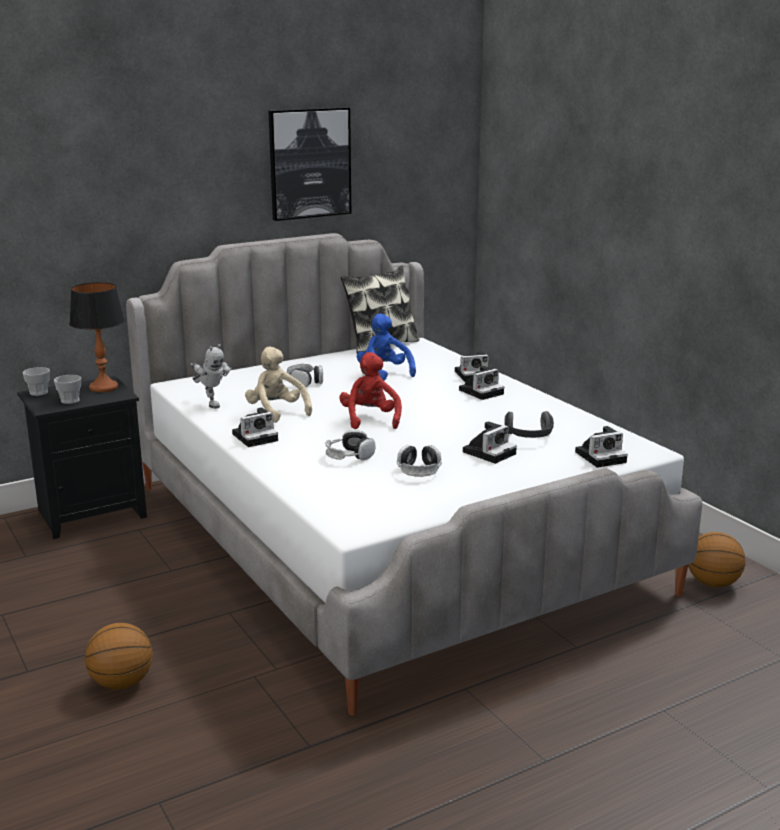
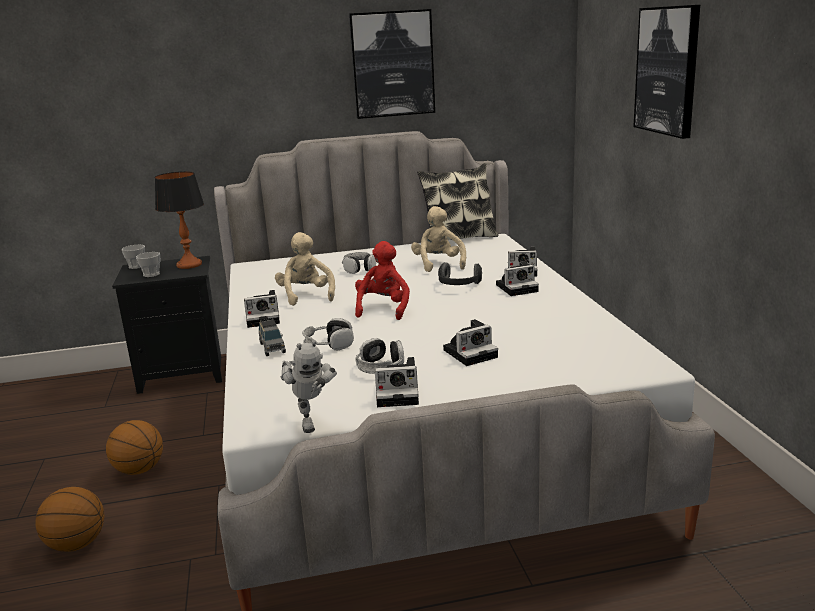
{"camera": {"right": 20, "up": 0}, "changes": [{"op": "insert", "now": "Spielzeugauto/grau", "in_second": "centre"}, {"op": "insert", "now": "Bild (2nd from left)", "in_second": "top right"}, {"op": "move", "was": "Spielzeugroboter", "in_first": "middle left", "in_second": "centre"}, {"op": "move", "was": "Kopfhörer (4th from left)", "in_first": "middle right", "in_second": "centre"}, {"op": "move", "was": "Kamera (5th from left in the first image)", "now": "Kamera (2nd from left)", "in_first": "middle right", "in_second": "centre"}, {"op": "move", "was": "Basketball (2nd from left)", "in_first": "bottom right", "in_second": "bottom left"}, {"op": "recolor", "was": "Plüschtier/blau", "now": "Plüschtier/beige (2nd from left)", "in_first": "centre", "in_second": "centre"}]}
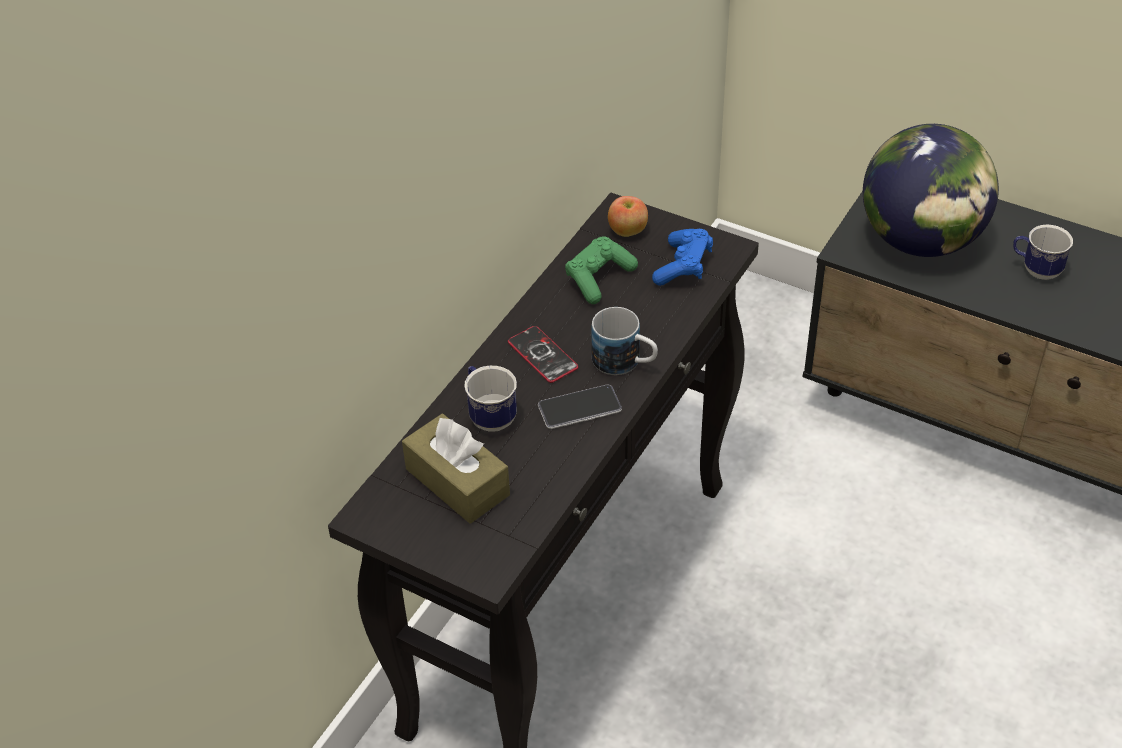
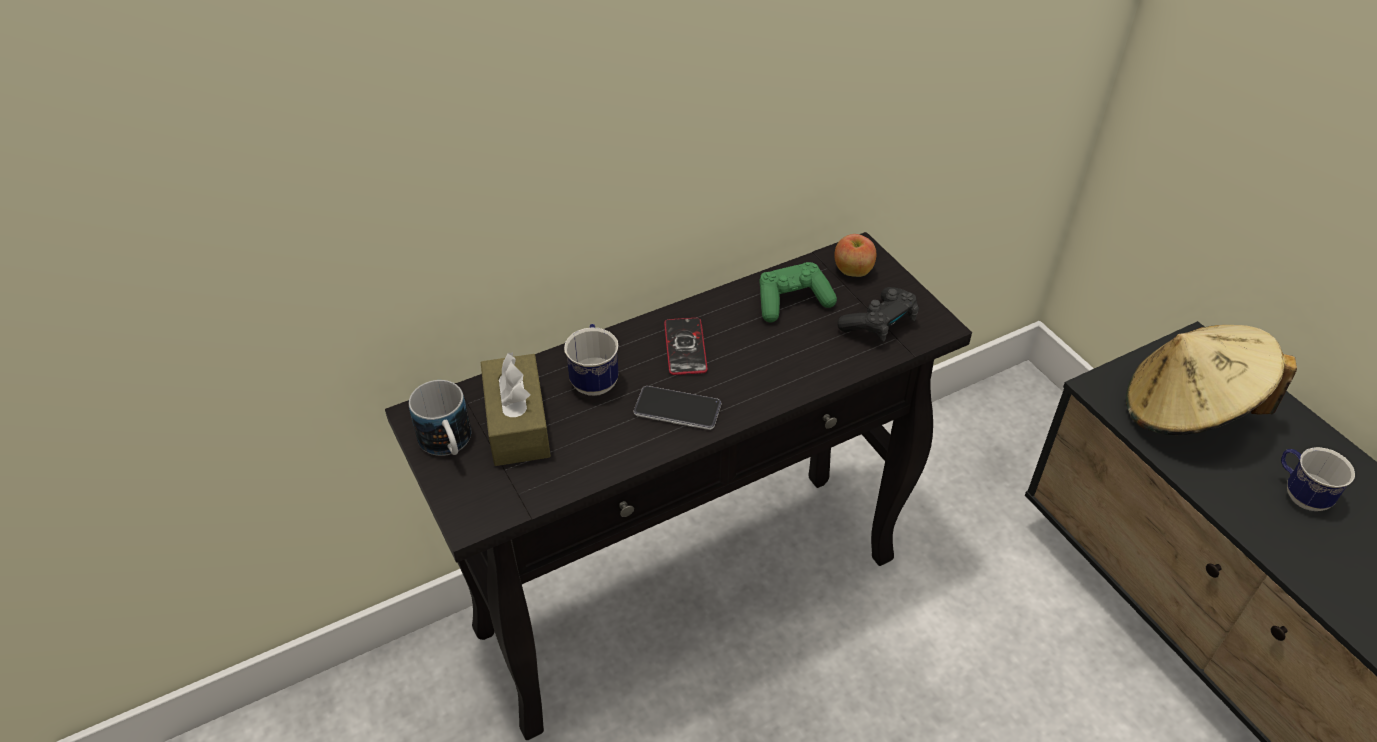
{"camera": {"right": 30, "up": 0}, "changes": [{"op": "move", "was": "Henkelbecher (2nd from left in the first image)", "now": "Henkelbecher (1st from left)", "in_first": "centre", "in_second": "middle left"}, {"op": "replace", "was": "Globus", "now": "Hut/beige", "in_first": "top right", "in_second": "middle right"}, {"op": "recolor", "was": "Gamepad/blau", "now": "Gamepad/schwarz", "in_first": "centre", "in_second": "centre"}]}
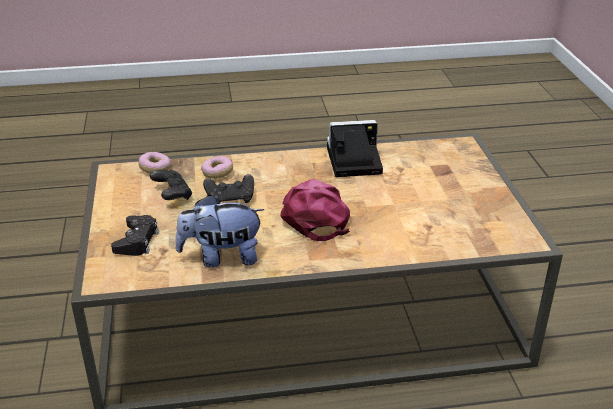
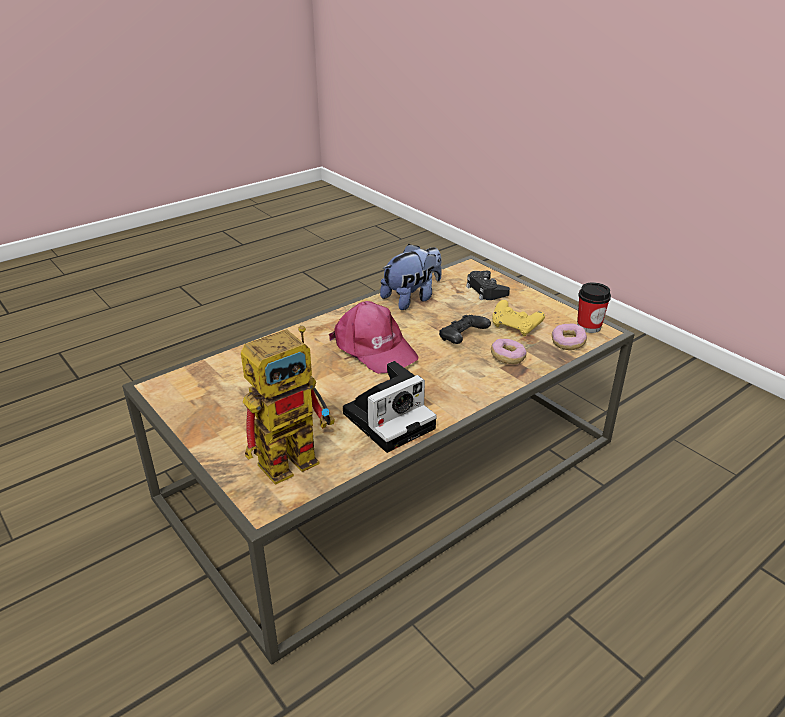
{"camera": {"right": 150, "up": 0}, "changes": [{"op": "insert", "now": "Spielzeugroboter", "in_second": "centre"}, {"op": "insert", "now": "Tasse", "in_second": "middle right"}, {"op": "recolor", "was": "Gamepad/schwarz (2nd from left)", "now": "Gamepad/gelb", "in_first": "middle left", "in_second": "centre"}]}
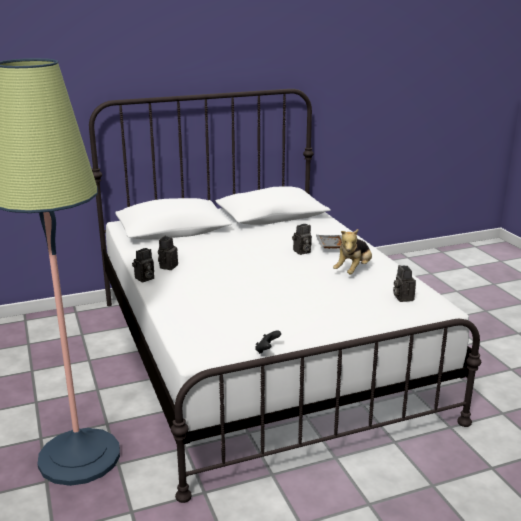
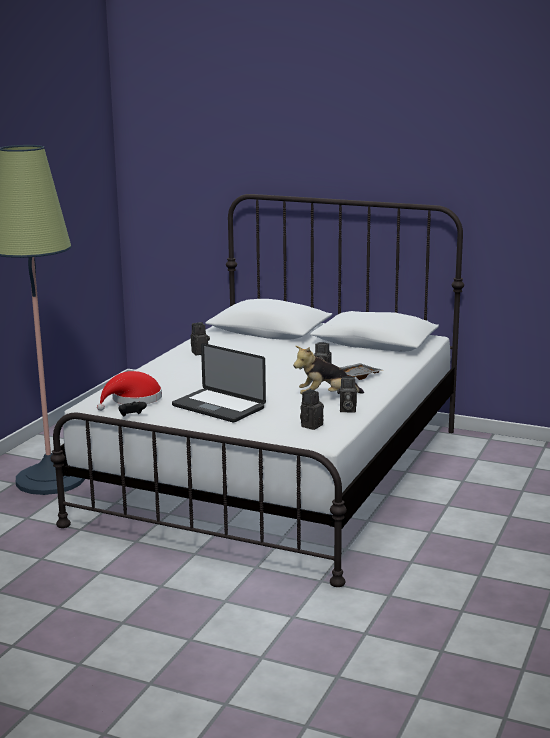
{"camera": {"right": 45, "up": -5}, "changes": [{"op": "insert", "now": "Hut/rot", "in_second": "middle left"}, {"op": "insert", "now": "Laptop", "in_second": "centre"}, {"op": "move", "was": "Kamera (1st from left in the first image)", "now": "Kamera (4th from left)", "in_first": "middle left", "in_second": "centre"}]}
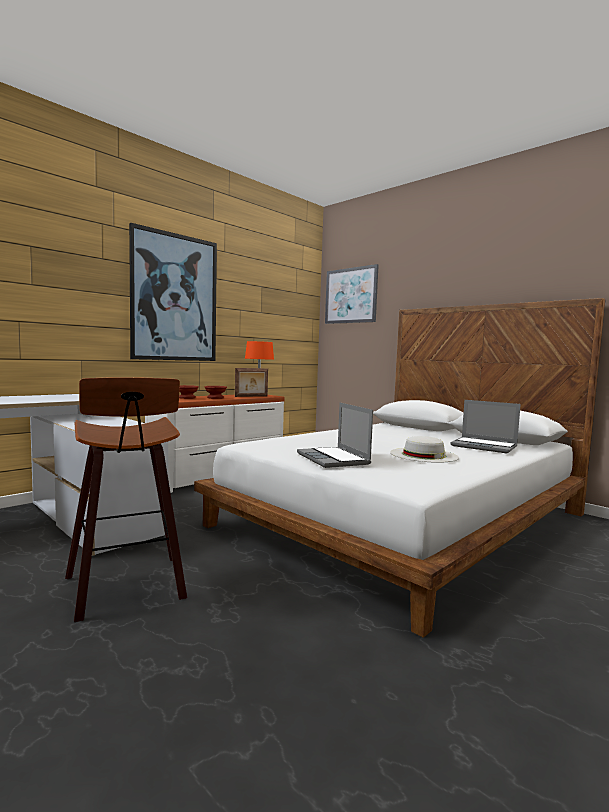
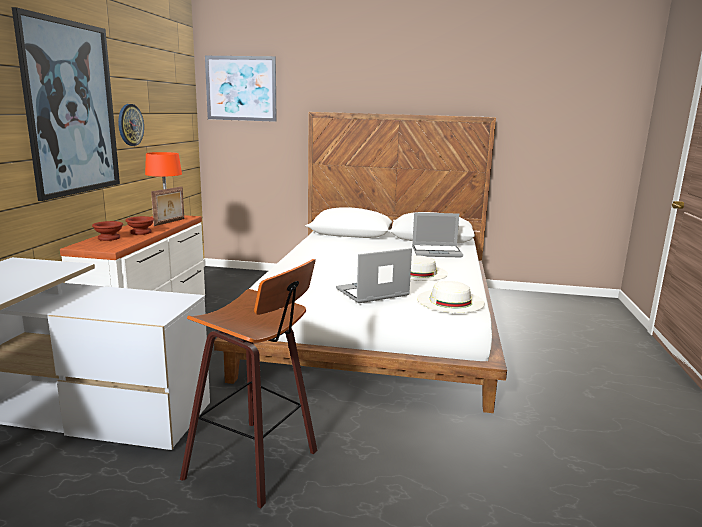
{"camera": {"right": -35, "up": 10}, "changes": [{"op": "insert", "now": "Wanduhr", "in_second": "top left"}, {"op": "insert", "now": "Hut/weiß (2nd from left)", "in_second": "centre"}, {"op": "rotate", "was": "Laptop (1st from left)", "in_first": "centre", "in_second": "centre", "clockwise": 120}]}
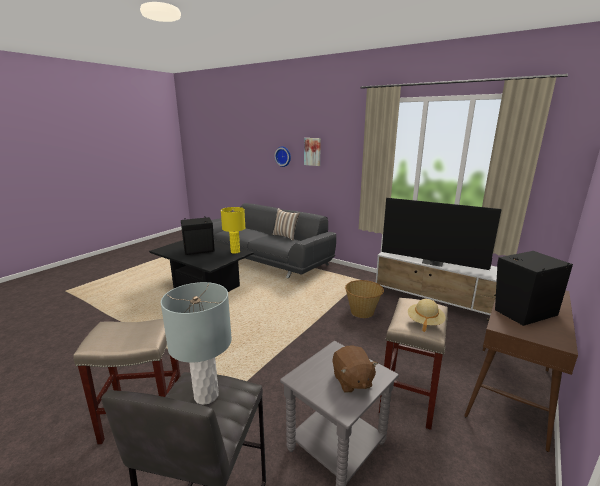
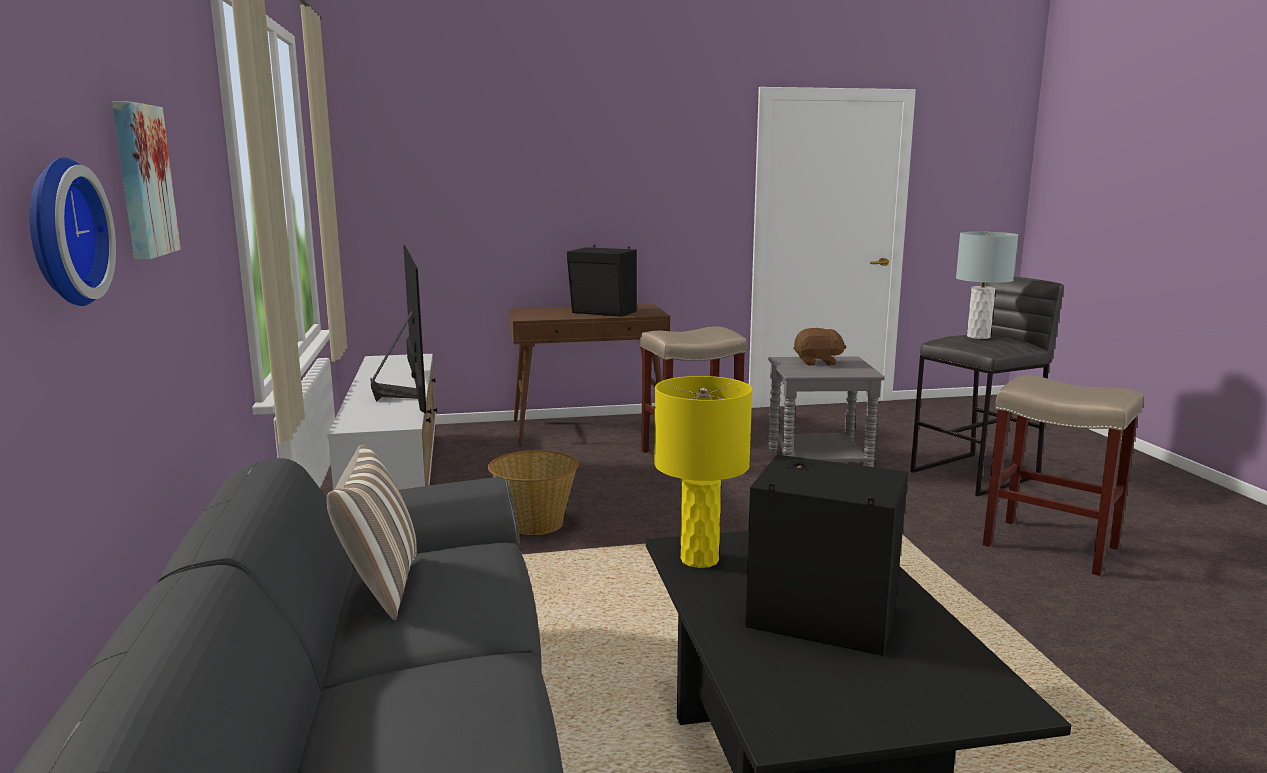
{"camera": {"right": -135, "up": -5}, "changes": [{"op": "delete", "was": "Hut/beige", "in_first": "middle right"}, {"op": "rotate", "was": "Plüschtier/braun", "in_first": "bottom centre", "in_second": "centre", "clockwise": 60}]}
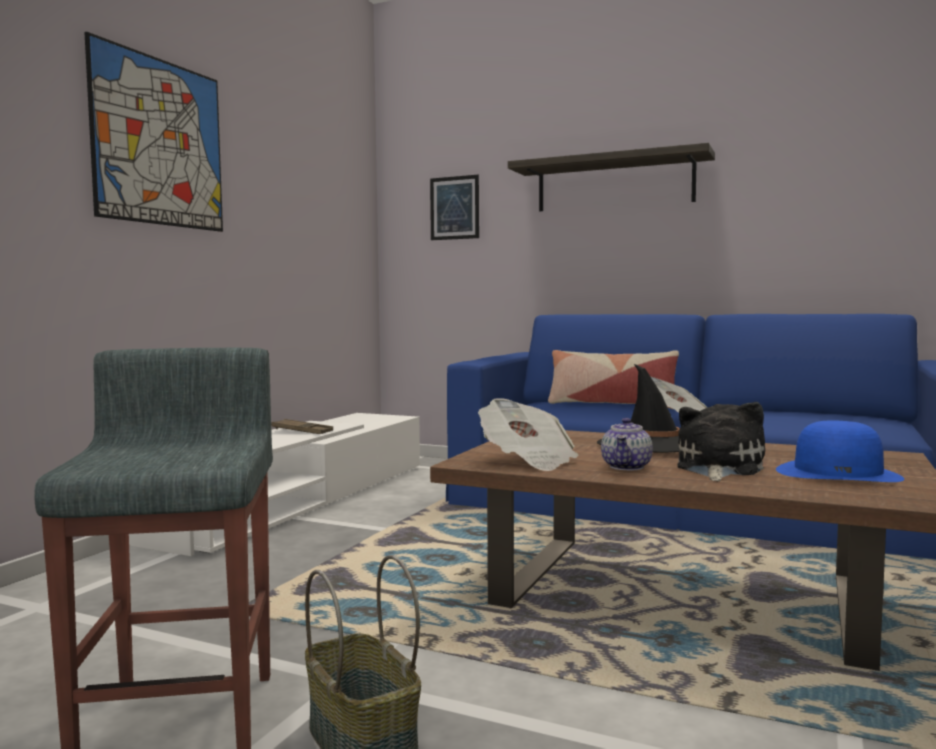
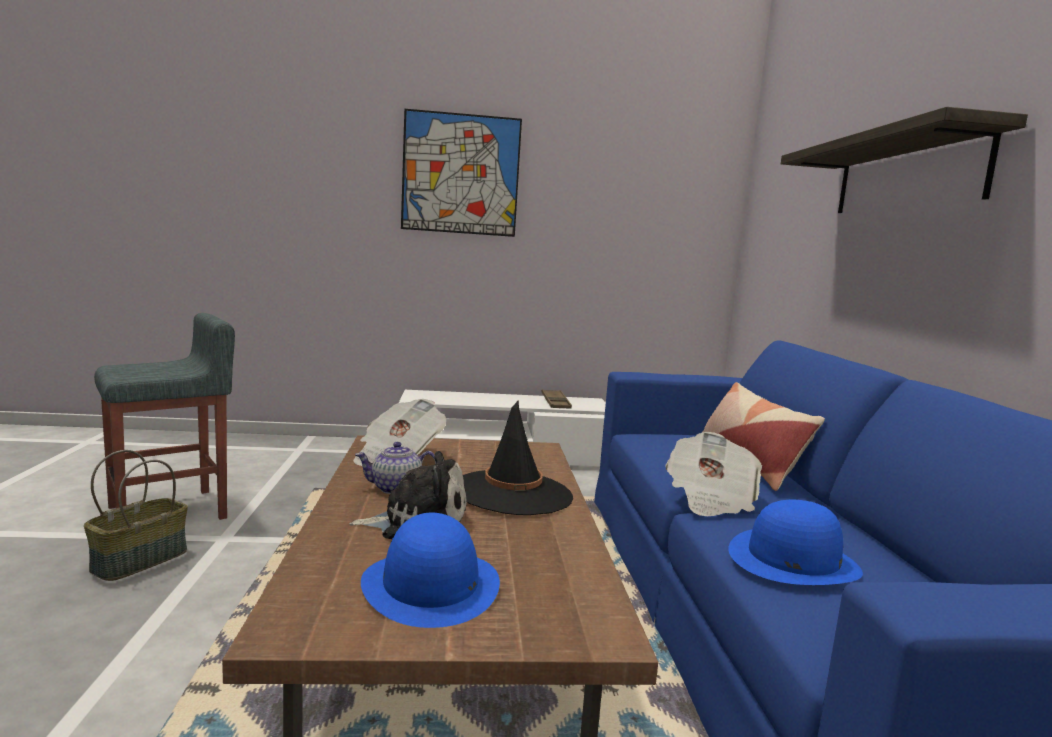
{"camera": {"right": 60, "up": 5}, "changes": [{"op": "delete", "was": "Bild (2nd from left)", "in_first": "top centre"}, {"op": "insert", "now": "Hut/blau (2nd from left)", "in_second": "bottom right"}]}
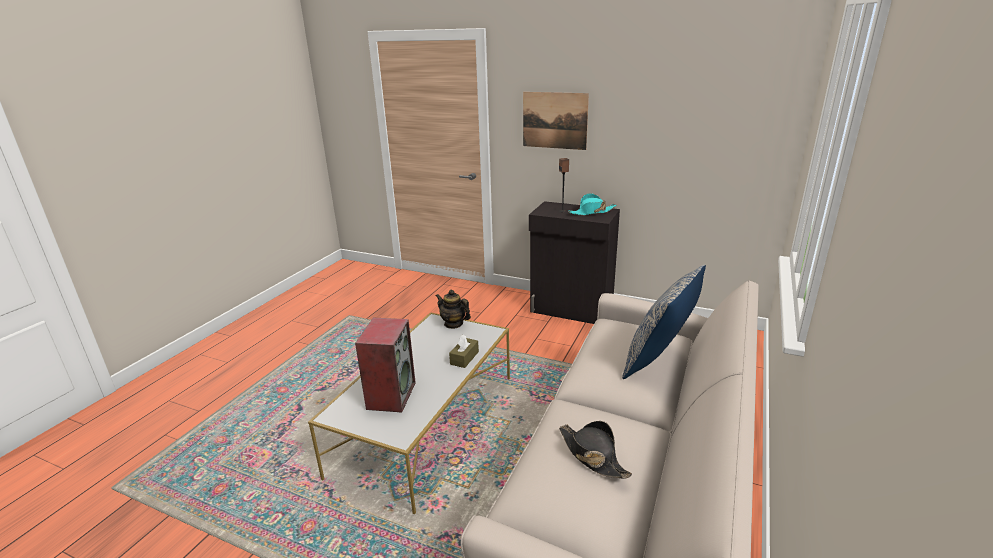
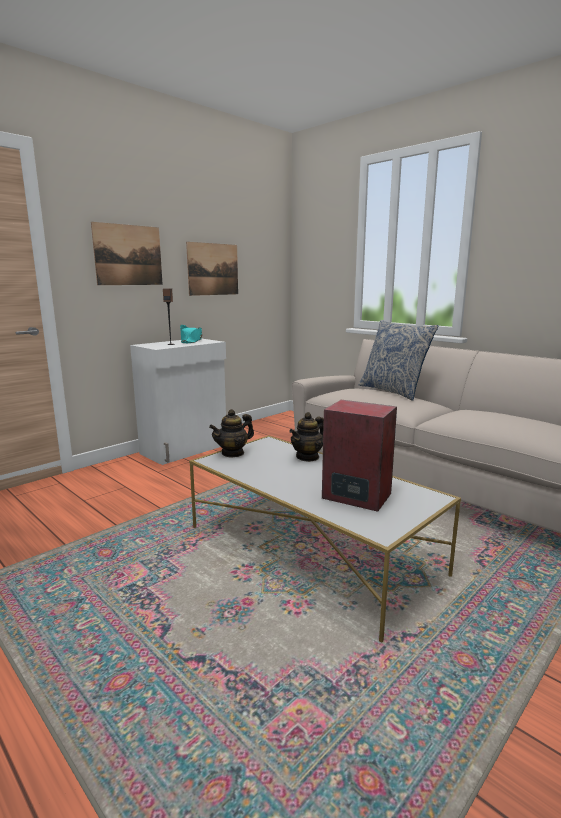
{"camera": {"right": -70, "up": -10}, "changes": [{"op": "delete", "was": "Hut/schwarz", "in_first": "bottom centre"}, {"op": "insert", "now": "Bild (2nd from left)", "in_second": "top centre"}, {"op": "replace", "was": "Taschentuchbox/braun", "now": "Teekanne (2nd from left)", "in_first": "centre", "in_second": "centre"}, {"op": "recolor", "was": "Schrank/schwarz", "now": "Schrank/weiß", "in_first": "centre", "in_second": "middle left"}]}
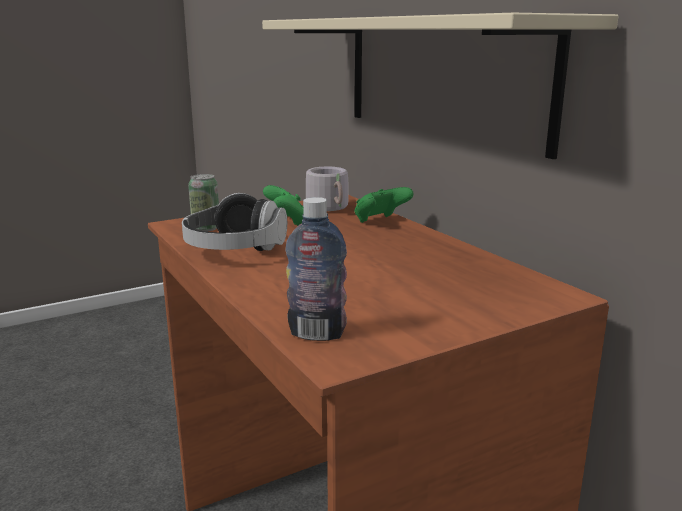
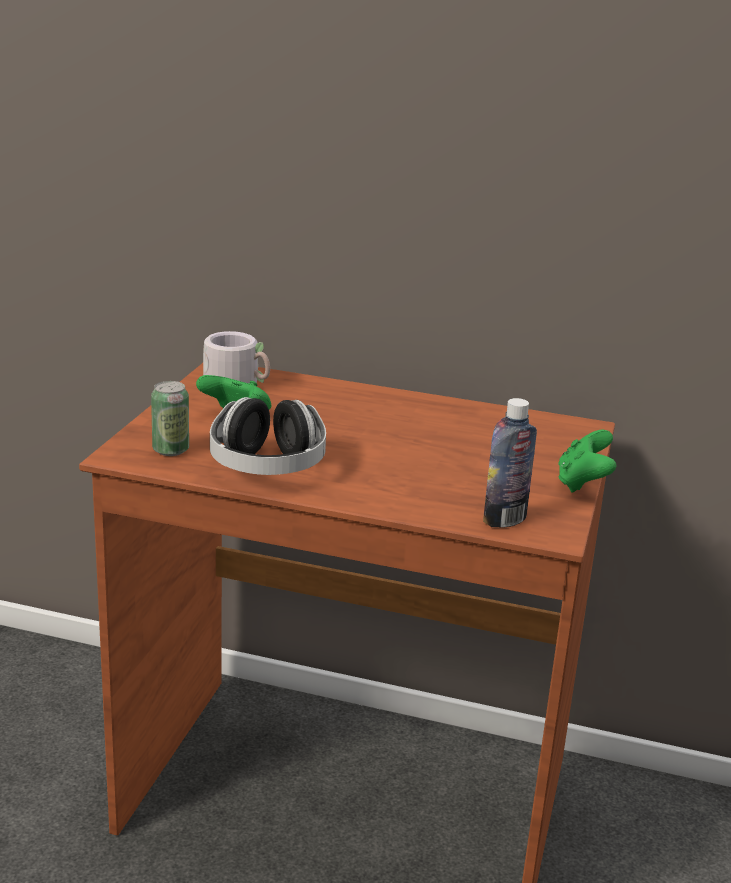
{"camera": {"right": -45, "up": 5}, "changes": [{"op": "delete", "was": "Wandregal/beige", "in_first": "top centre"}, {"op": "move", "was": "Gamepad/grün (2nd from left)", "in_first": "centre", "in_second": "middle right"}]}
